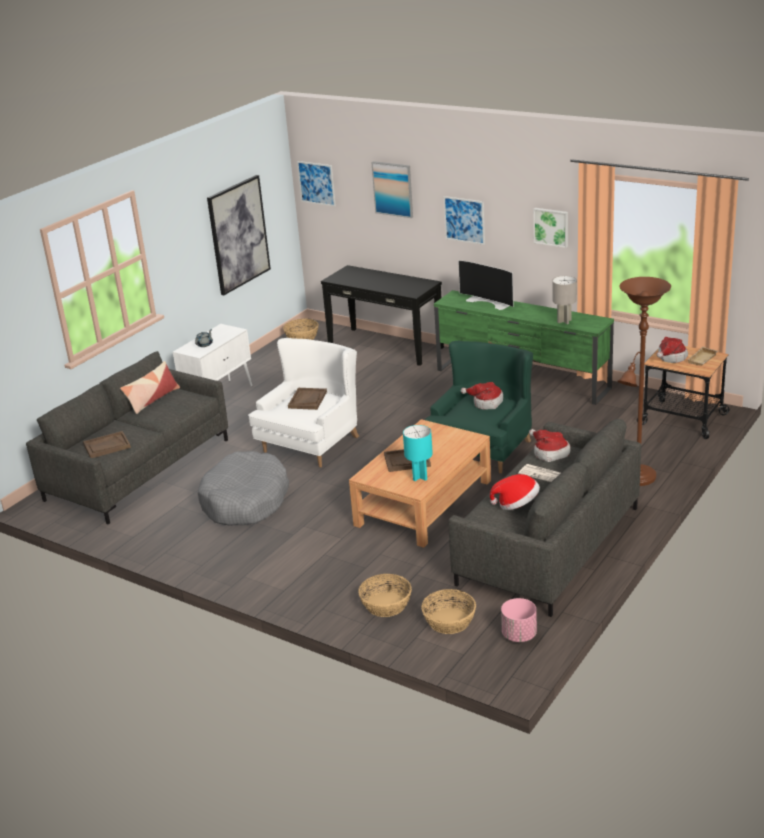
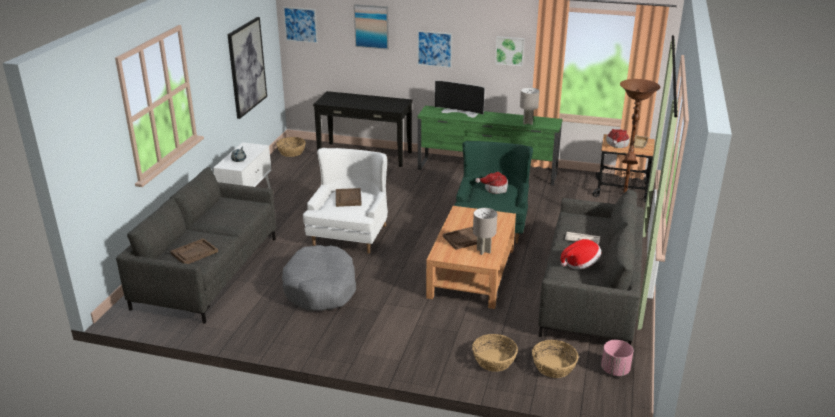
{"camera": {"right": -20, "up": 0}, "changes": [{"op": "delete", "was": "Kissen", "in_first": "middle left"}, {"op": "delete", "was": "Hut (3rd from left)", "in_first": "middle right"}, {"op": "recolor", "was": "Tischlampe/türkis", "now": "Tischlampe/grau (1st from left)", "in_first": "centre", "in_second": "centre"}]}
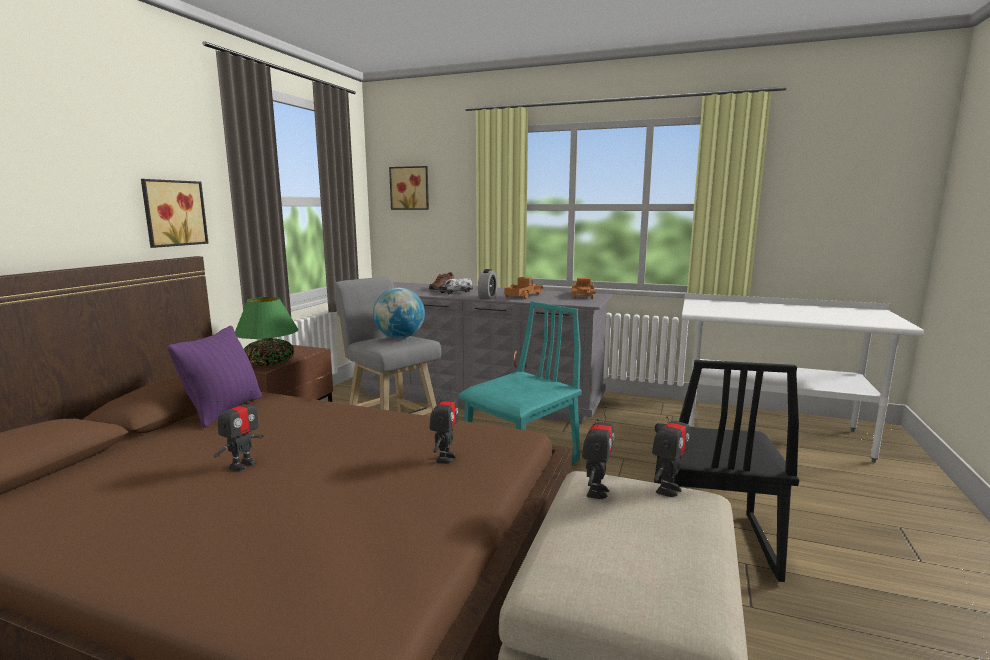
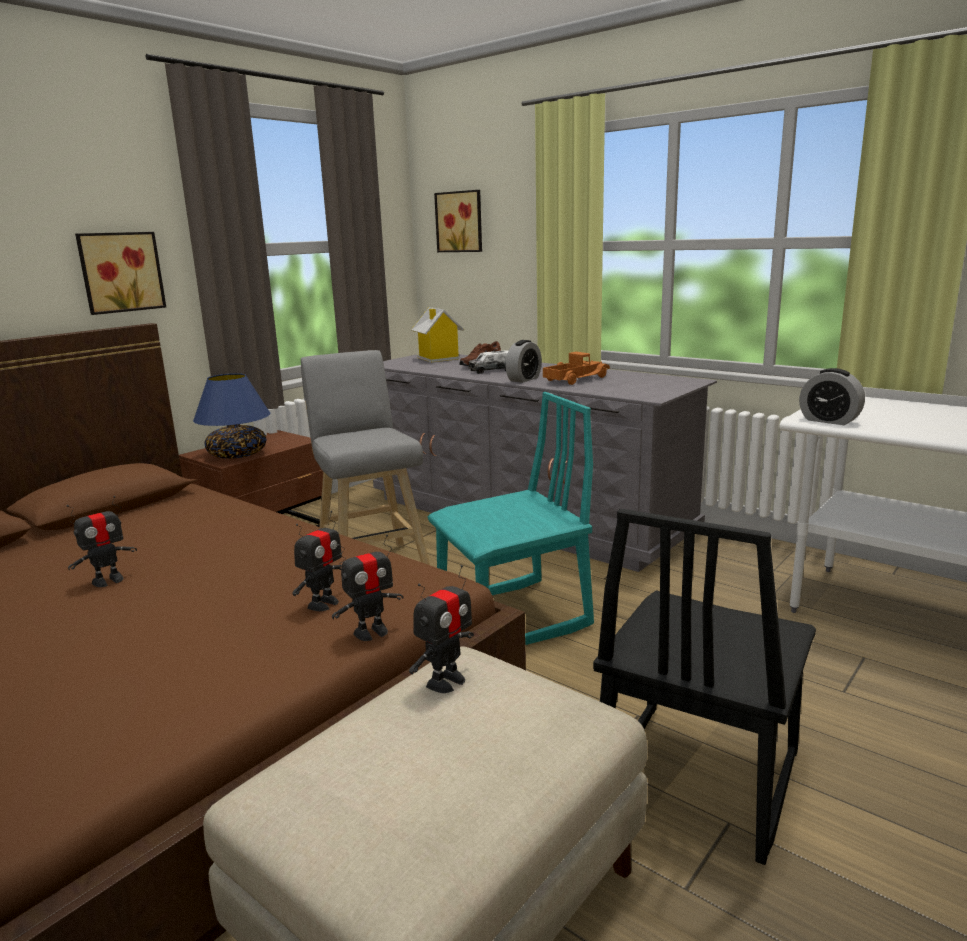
{"camera": {"right": 20, "up": 5}, "changes": [{"op": "delete", "was": "Kissen/lila", "in_first": "middle left"}, {"op": "delete", "was": "Globus", "in_first": "centre"}, {"op": "delete", "was": "Spielzeuglaster (3rd from left)", "in_first": "centre"}, {"op": "insert", "now": "Spielzeughaus", "in_second": "centre"}, {"op": "insert", "now": "Wecker (2nd from left)", "in_second": "middle right"}, {"op": "move", "was": "Spielzeugroboter (4th from left in the first image)", "now": "Spielzeugroboter (3rd from left)", "in_first": "bottom right", "in_second": "centre"}, {"op": "recolor", "was": "Tischlampe/grün", "now": "Tischlampe/blau", "in_first": "middle left", "in_second": "middle left"}]}
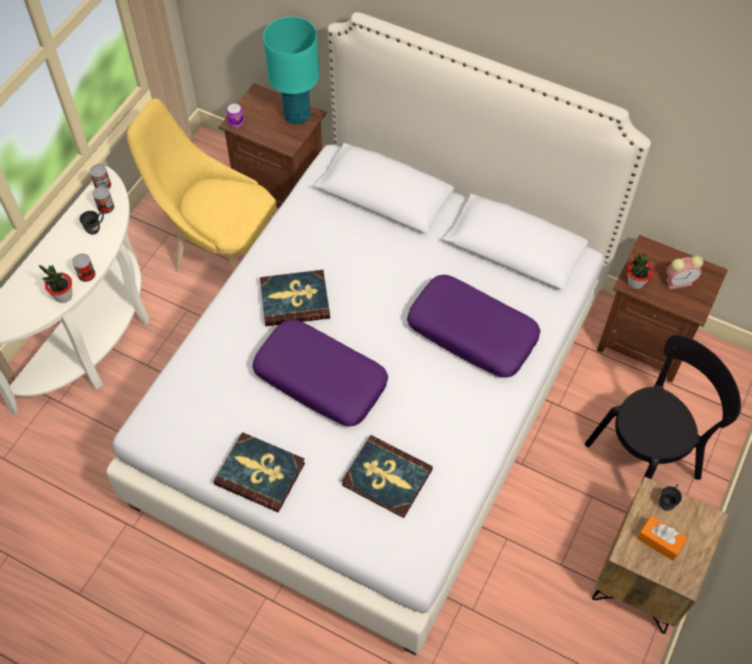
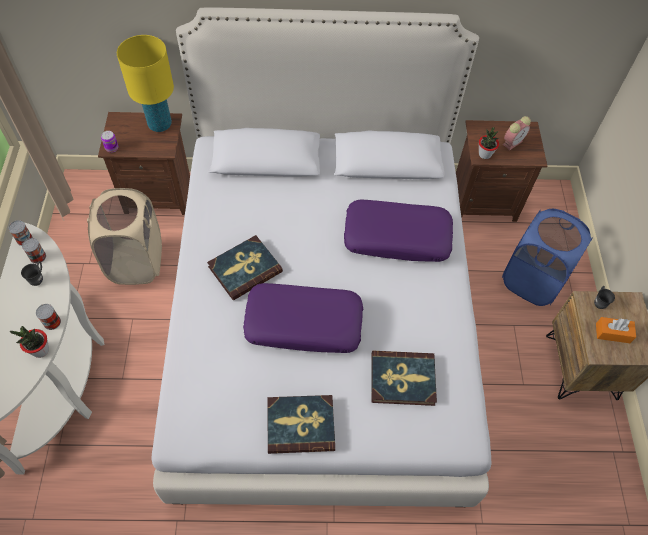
{"camera": {"right": -30, "up": 0}, "changes": [{"op": "replace", "was": "Stuhl/gelb", "now": "Wäschekorb/beige", "in_first": "top left", "in_second": "middle left"}, {"op": "replace", "was": "Stuhl/schwarz", "now": "Wäschekorb/blau", "in_first": "middle right", "in_second": "middle right"}, {"op": "recolor", "was": "Tischlampe/türkis", "now": "Tischlampe/gelb", "in_first": "top centre", "in_second": "top left"}]}
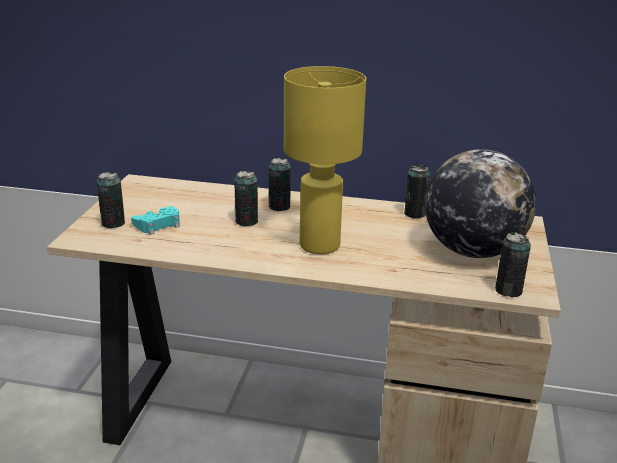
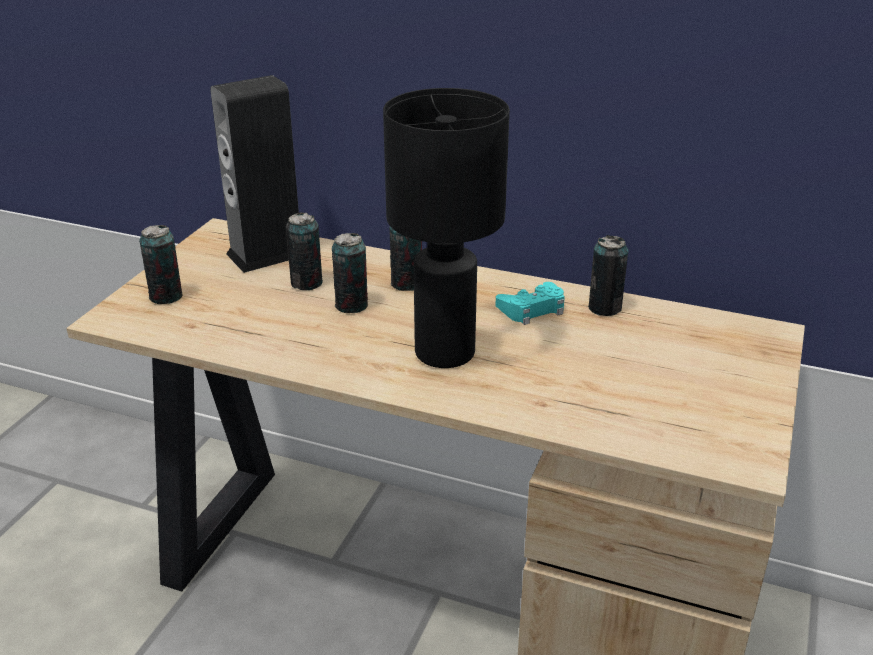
{"camera": {"right": 10, "up": 5}, "changes": [{"op": "delete", "was": "Globus", "in_first": "middle right"}, {"op": "insert", "now": "Lautsprecher", "in_second": "top left"}, {"op": "move", "was": "Gamepad/türkis", "in_first": "middle left", "in_second": "centre"}, {"op": "move", "was": "Dose (5th from left in the first image)", "now": "Dose (2nd from left)", "in_first": "middle right", "in_second": "centre"}, {"op": "recolor", "was": "Tischlampe/gelb", "now": "Tischlampe/schwarz", "in_first": "centre", "in_second": "centre"}]}
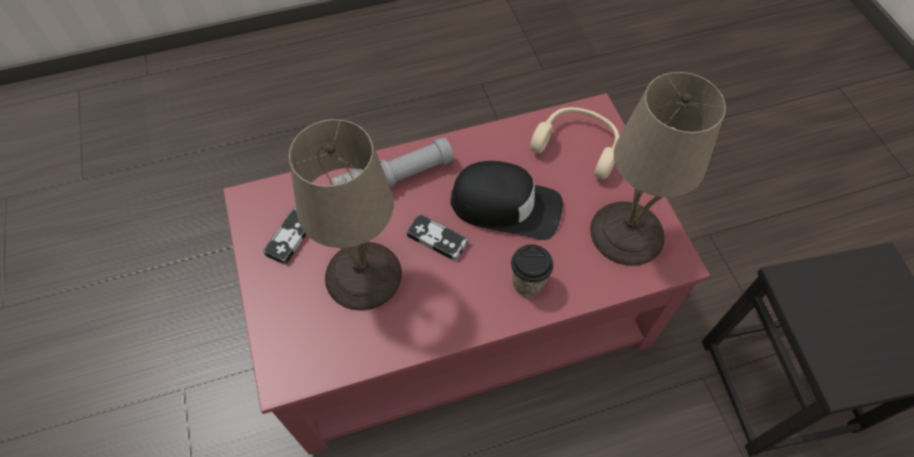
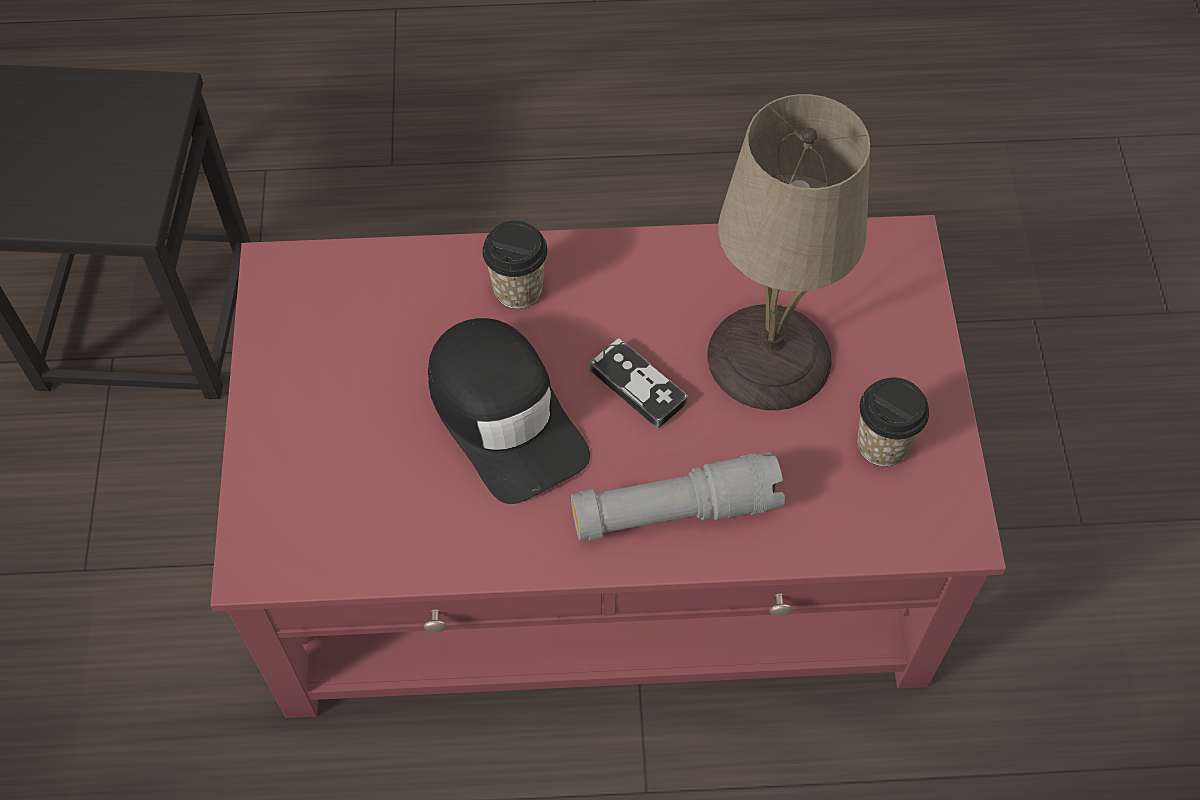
{"camera": {"right": -165, "up": 0}, "changes": [{"op": "delete", "was": "Kopfhörer/beige", "in_first": "top centre"}, {"op": "delete", "was": "Tischlampe/beige (2nd from left)", "in_first": "middle right"}, {"op": "replace", "was": "Gamepad (1st from left)", "now": "Tasse (2nd from left)", "in_first": "middle left", "in_second": "middle right"}, {"op": "rotate", "was": "Kappe/schwarz", "in_first": "centre", "in_second": "centre", "clockwise": -150}]}
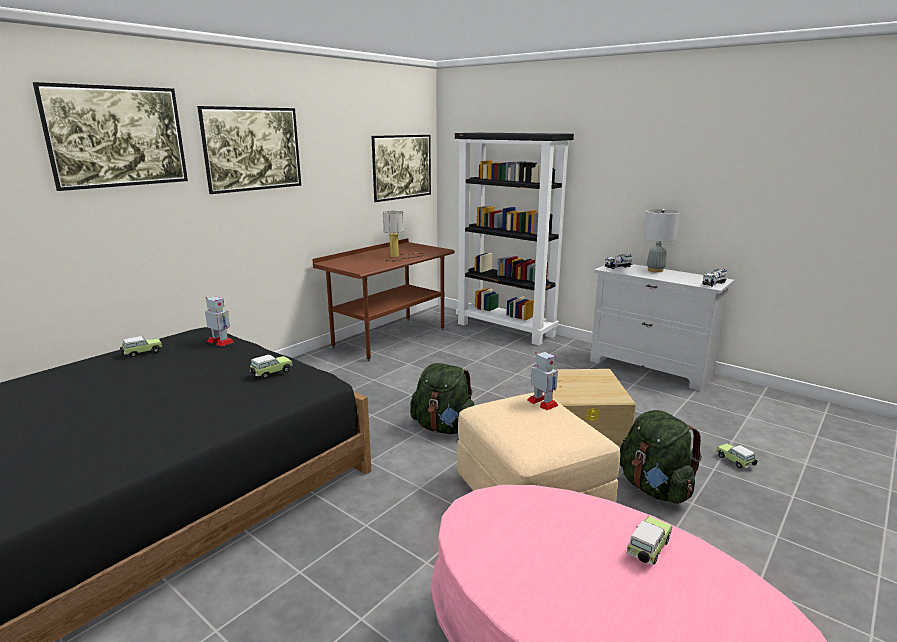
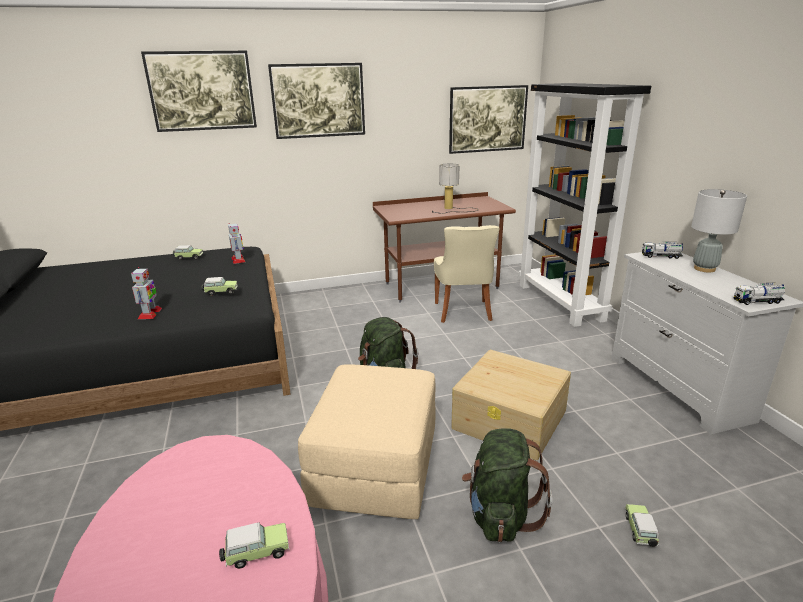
{"camera": {"right": 35, "up": 5}, "changes": [{"op": "insert", "now": "Stuhl/beige", "in_second": "centre"}, {"op": "move", "was": "Spielzeugroboter (2nd from left in the first image)", "now": "Spielzeugroboter (1st from left)", "in_first": "centre", "in_second": "middle left"}]}
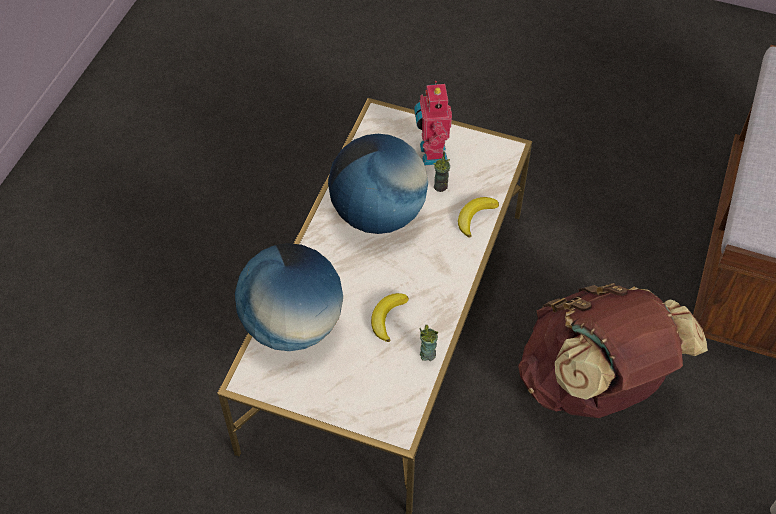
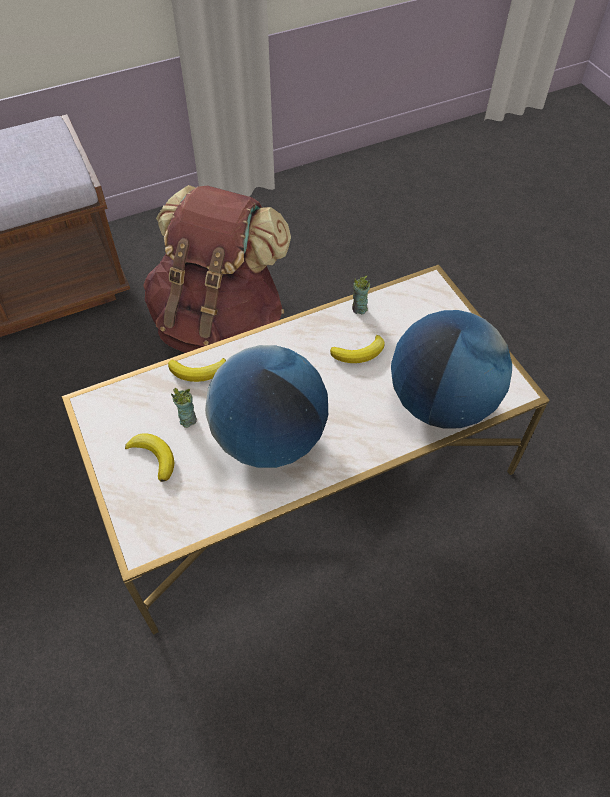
{"camera": {"right": -135, "up": 0}, "changes": [{"op": "replace", "was": "Spielzeugroboter", "now": "Banane (1st from left)", "in_first": "top centre", "in_second": "middle left"}]}
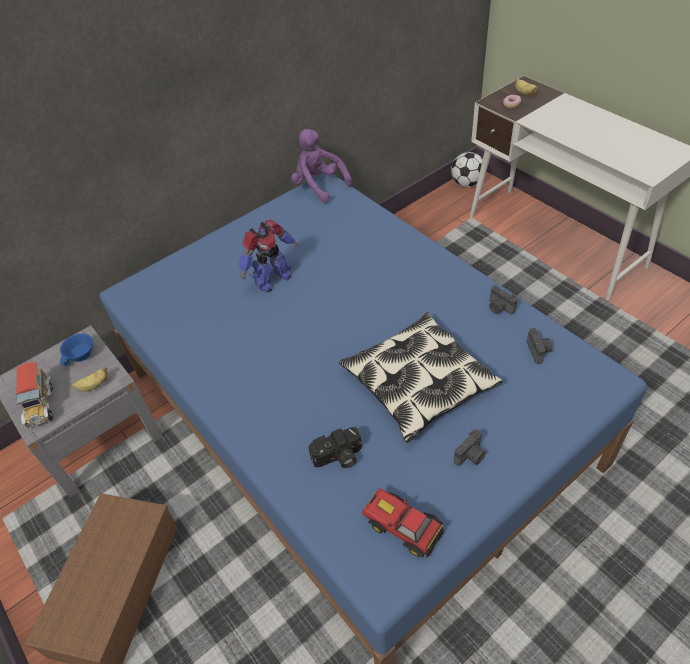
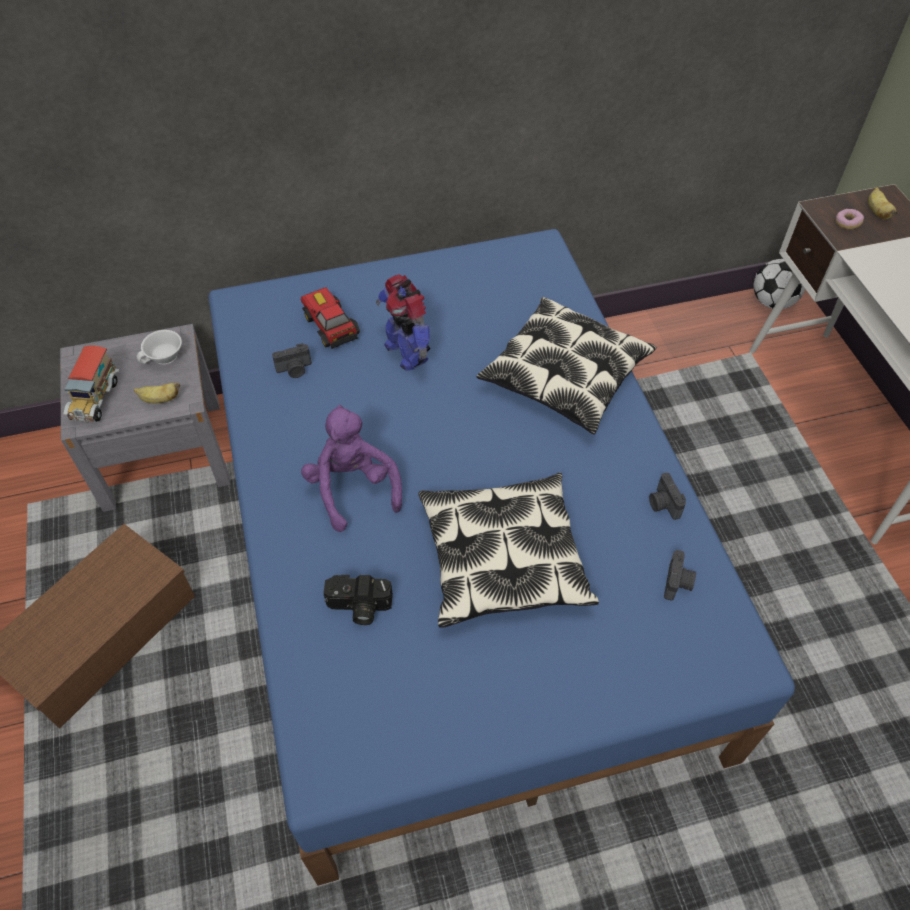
{"camera": {"right": 20, "up": 5}, "changes": [{"op": "insert", "now": "Kissen (2nd from left)", "in_second": "centre"}, {"op": "move", "was": "Plüschtier/lila", "in_first": "top centre", "in_second": "centre"}, {"op": "move", "was": "Spielzeugauto", "in_first": "bottom centre", "in_second": "centre"}, {"op": "move", "was": "Kamera (2nd from left in the first image)", "now": "Kamera (1st from left)", "in_first": "bottom right", "in_second": "middle left"}, {"op": "recolor", "was": "Tasse/blau", "now": "Tasse/weiß", "in_first": "middle left", "in_second": "middle left"}, {"op": "rotate", "was": "Spielzeugroboter", "in_first": "centre", "in_second": "centre", "clockwise": 75}]}
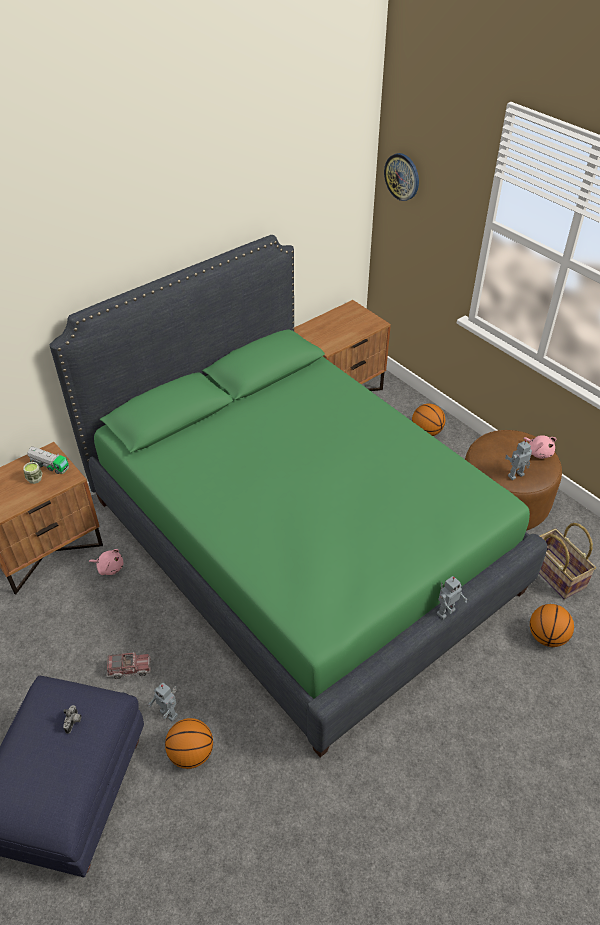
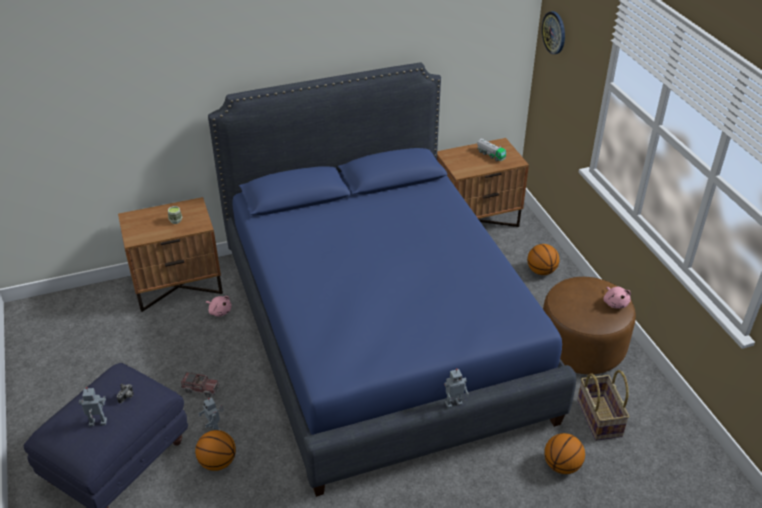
{"camera": {"right": 20, "up": -5}, "changes": [{"op": "move", "was": "Spielzeuglaster (1st from left in the first image)", "now": "Spielzeuglaster (2nd from left)", "in_first": "middle left", "in_second": "top centre"}, {"op": "move", "was": "Spielzeugroboter (3rd from left in the first image)", "now": "Spielzeugroboter (1st from left)", "in_first": "middle right", "in_second": "bottom left"}, {"op": "recolor", "was": "Bett/grün", "now": "Bett/blau", "in_first": "centre", "in_second": "centre"}]}
